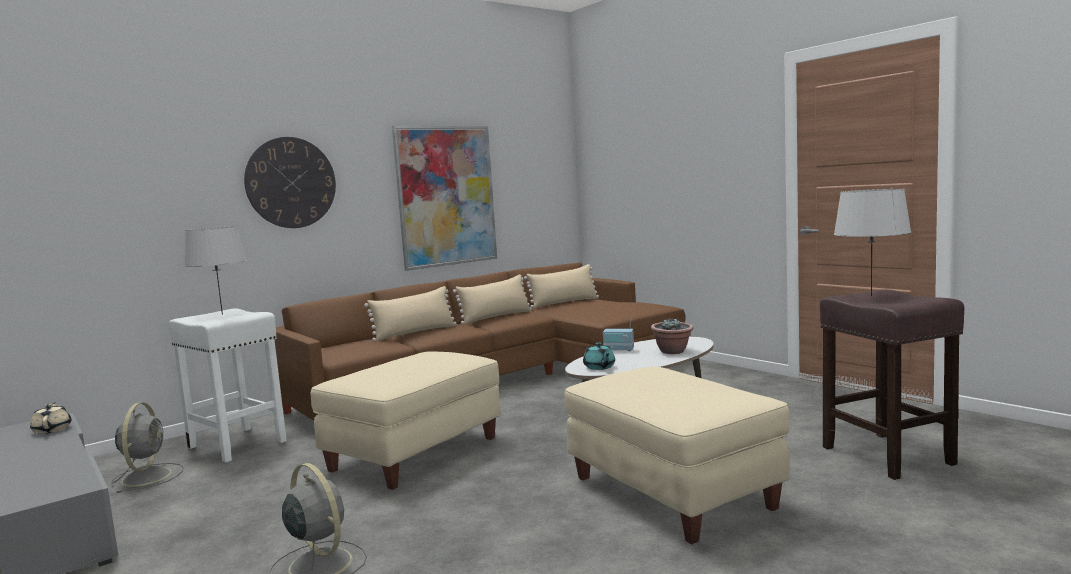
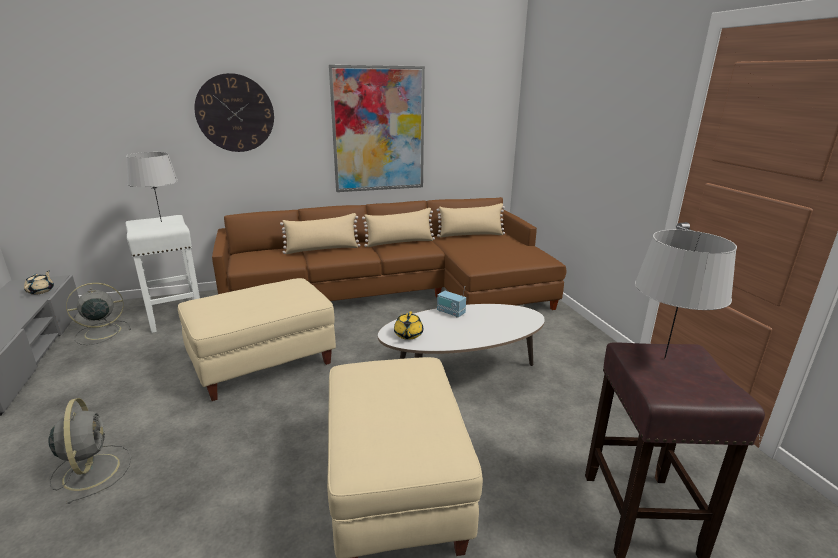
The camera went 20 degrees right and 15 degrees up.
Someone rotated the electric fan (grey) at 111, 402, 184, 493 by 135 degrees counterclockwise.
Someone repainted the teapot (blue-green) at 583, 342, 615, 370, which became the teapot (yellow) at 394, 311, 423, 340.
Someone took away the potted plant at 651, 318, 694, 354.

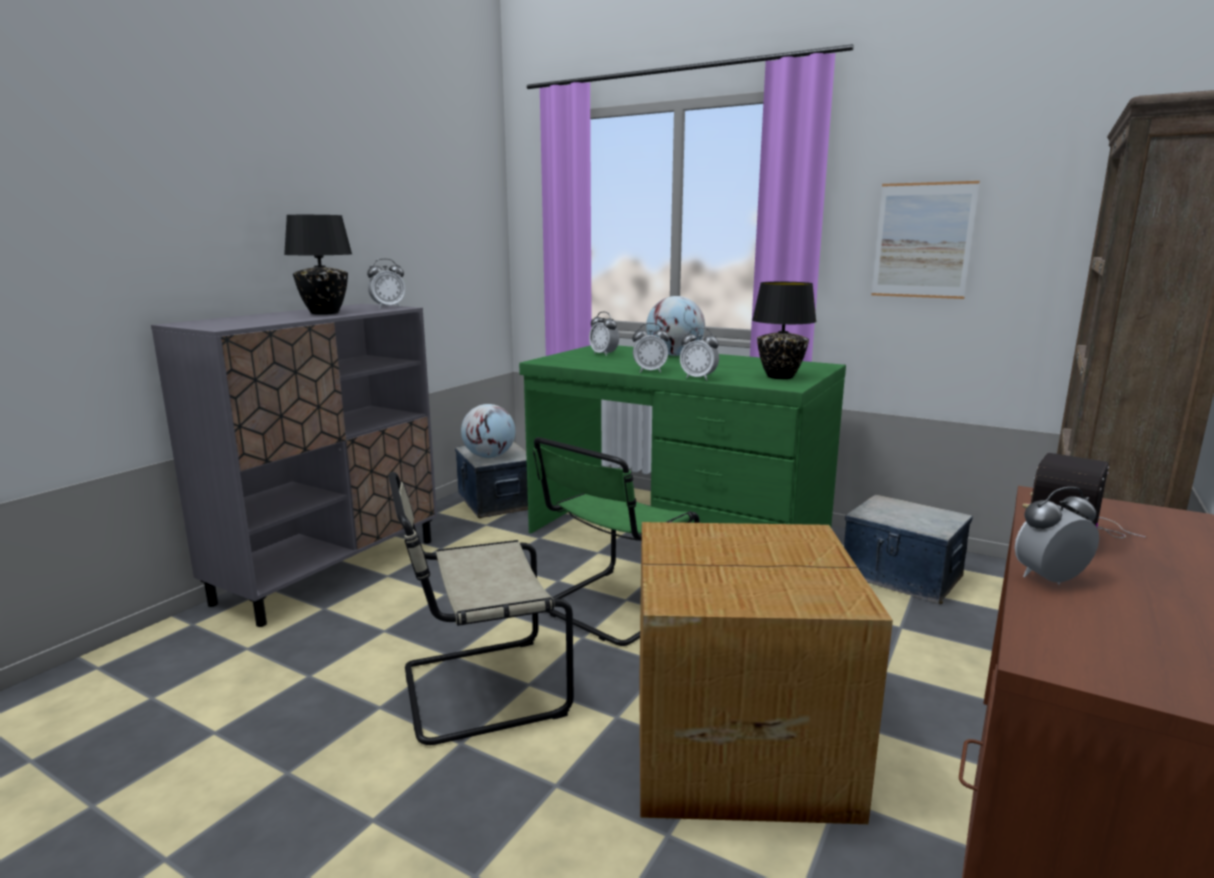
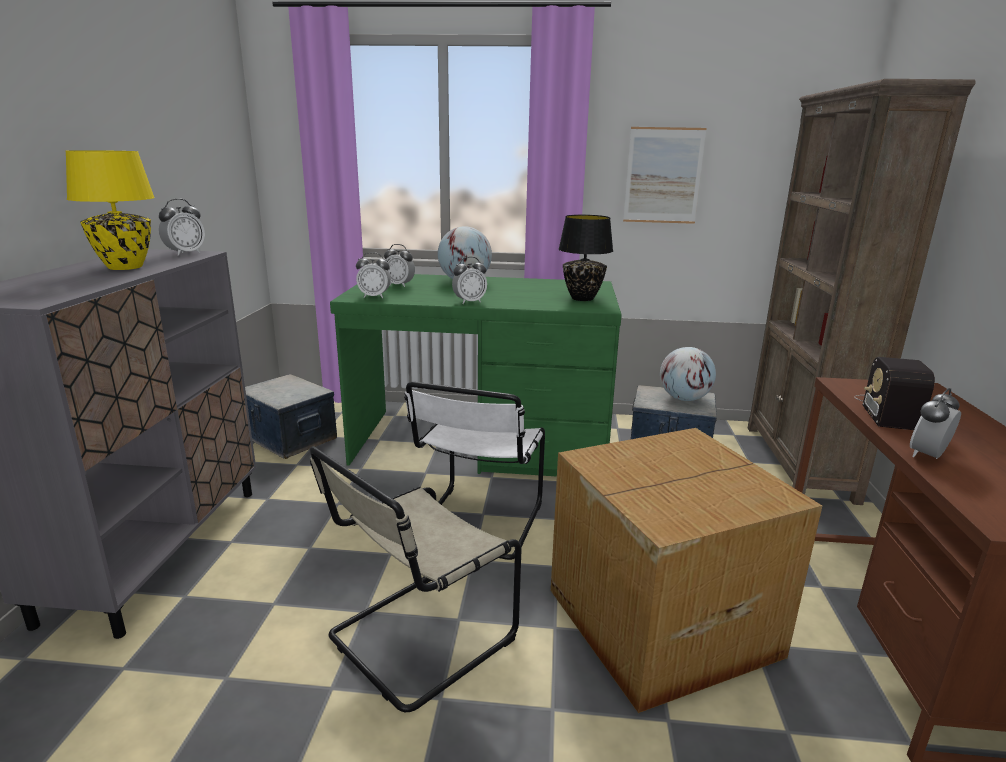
The camera went 25 degrees left and 5 degrees up.
Someone repainted the table lamp (blackish) at 284, 215, 352, 315, which became the table lamp (yellow) at 66, 150, 155, 270.
Someone carried the table clock from 680, 327, 719, 380 to 356, 252, 391, 298.
Someone repainted the plain chair (green) at 533, 437, 700, 646, which became the plain chair (whitish) at 404, 382, 545, 560.
Someone carried the desk globe from 461, 404, 515, 458 to 660, 347, 716, 401.

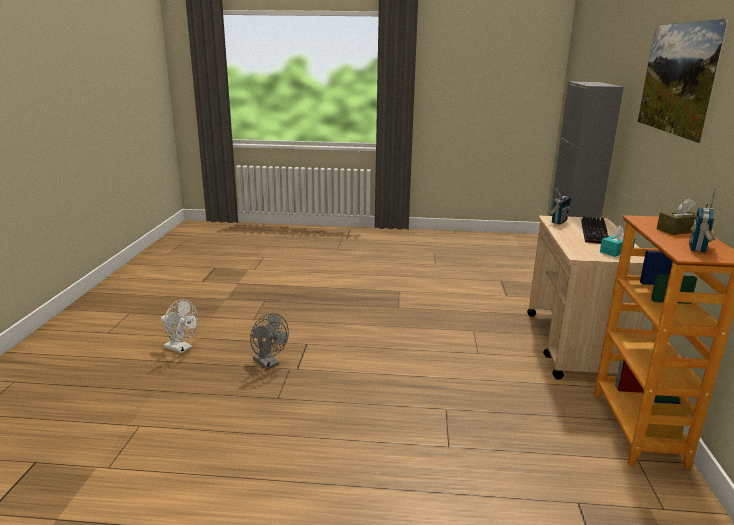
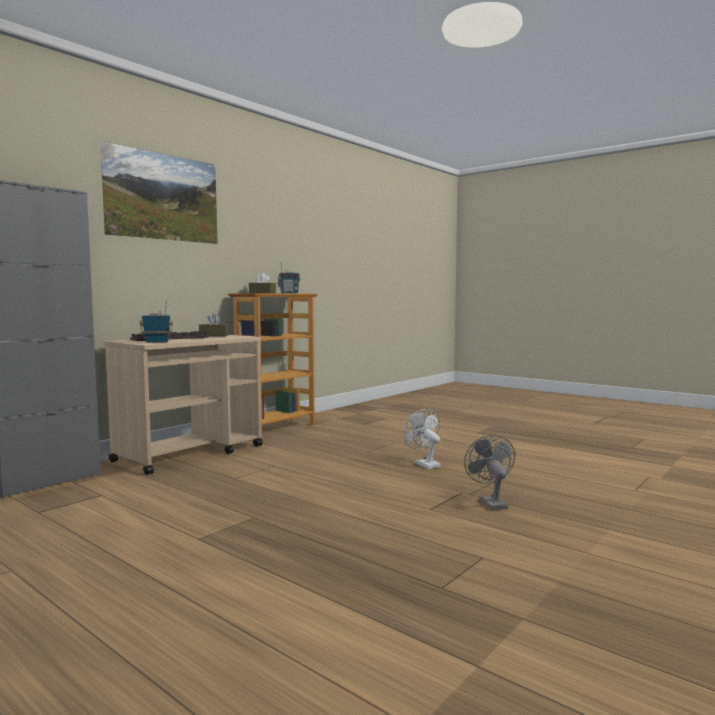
The camera went 145 degrees left and 15 degrees down.
Someone repainted the box of tissues (blue-green) at 600, 225, 635, 257, which became the box of tissues (brown-coloured) at 199, 313, 229, 336.
Someone carried the electric fan (whitish) from 161, 299, 198, 354 to 403, 409, 440, 469.

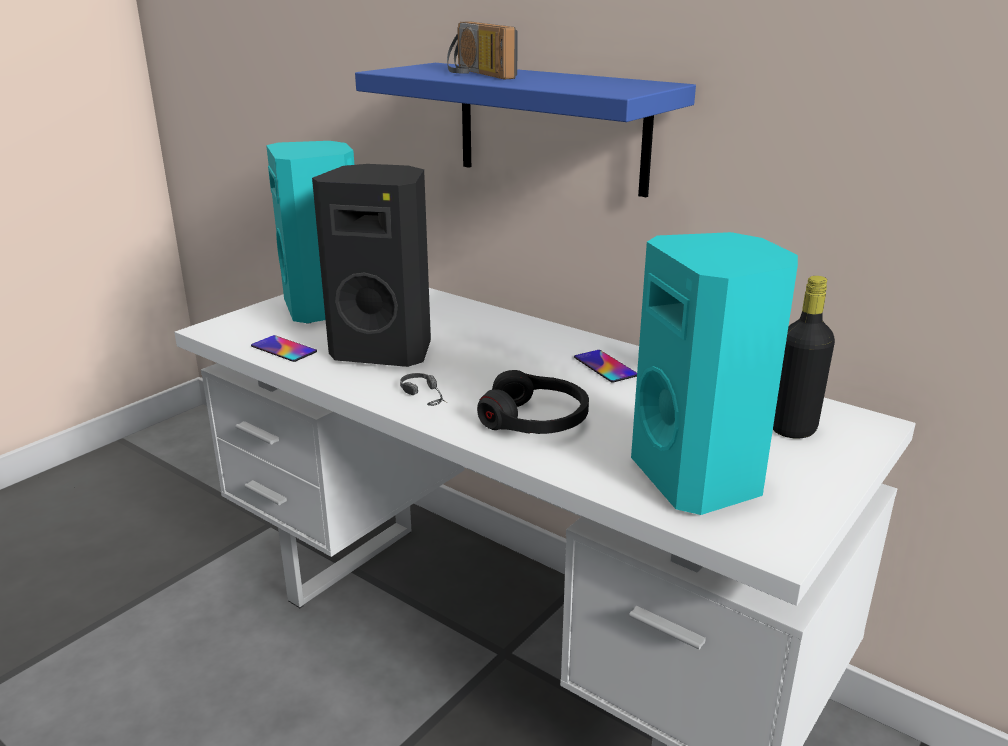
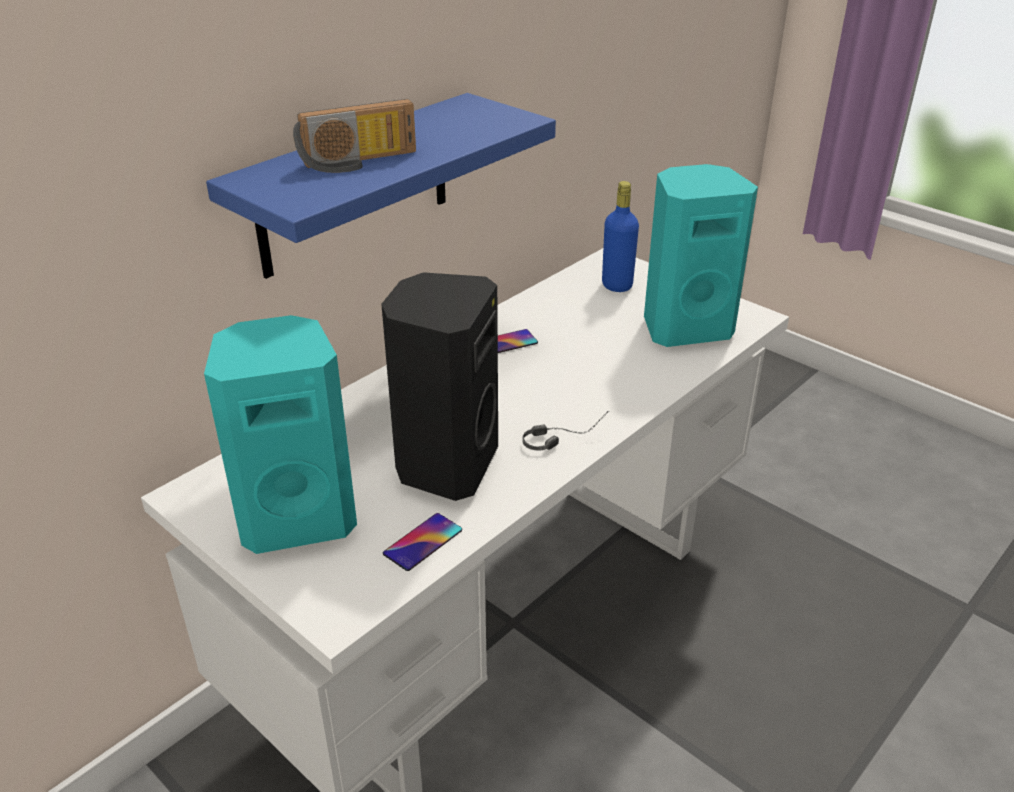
The camera went 85 degrees left and 10 degrees up.
Someone repainted the drink bottle (blackish) at 773, 276, 835, 439, which became the drink bottle (blue) at 602, 181, 639, 292.
Someone took away the headphones (blackish) at 477, 370, 589, 434.

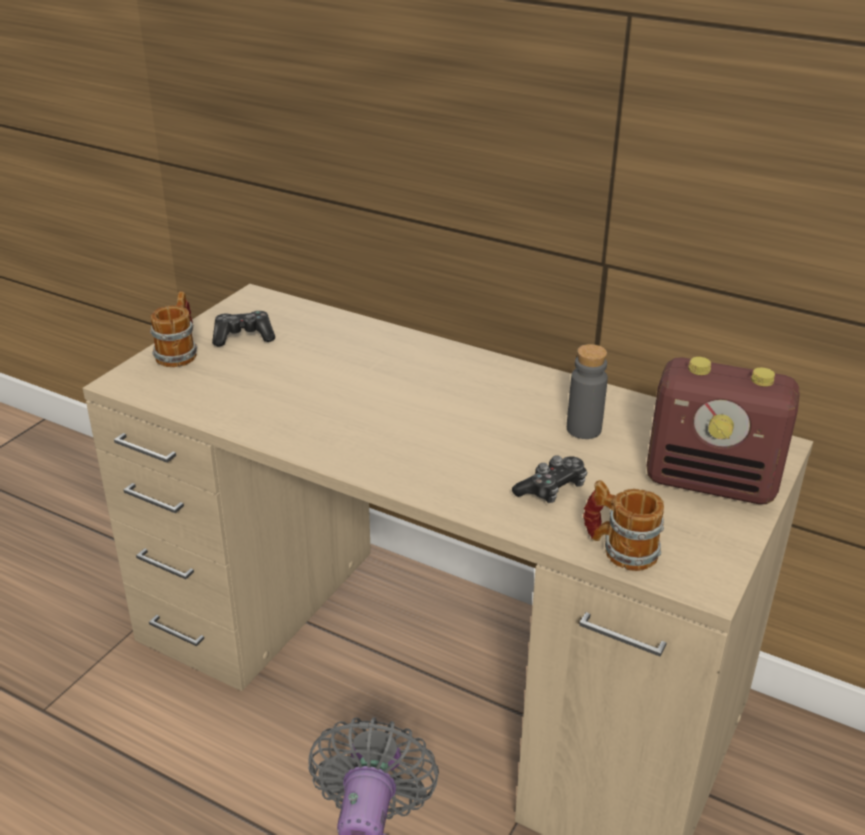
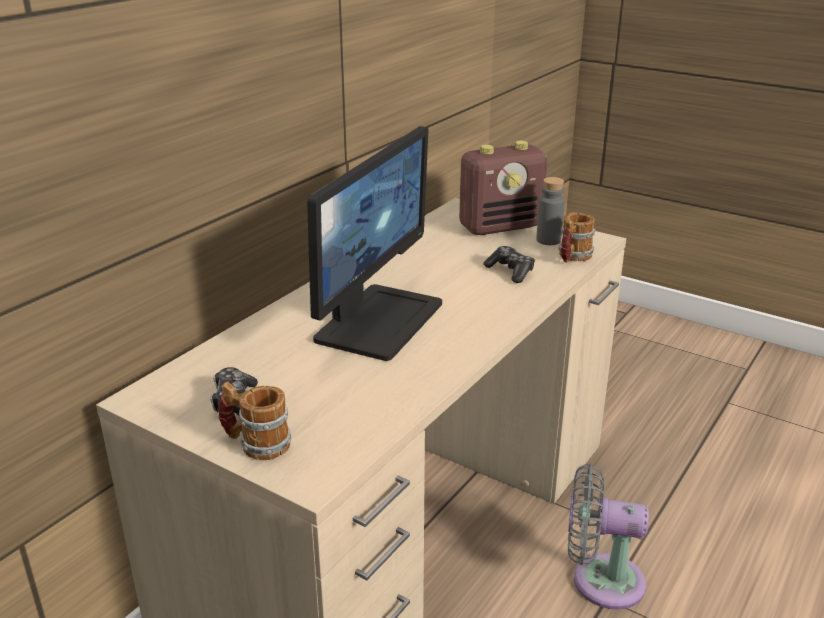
The camera went 85 degrees left and 5 degrees down.
Someone put down the monitor at 307, 126, 442, 361.
Someone rotated the radio receiver at 646, 357, 800, 504 by 45 degrees clockwise.
Someone carried the drink bottle (grey) from 567, 344, 608, 439 to 536, 177, 565, 245.

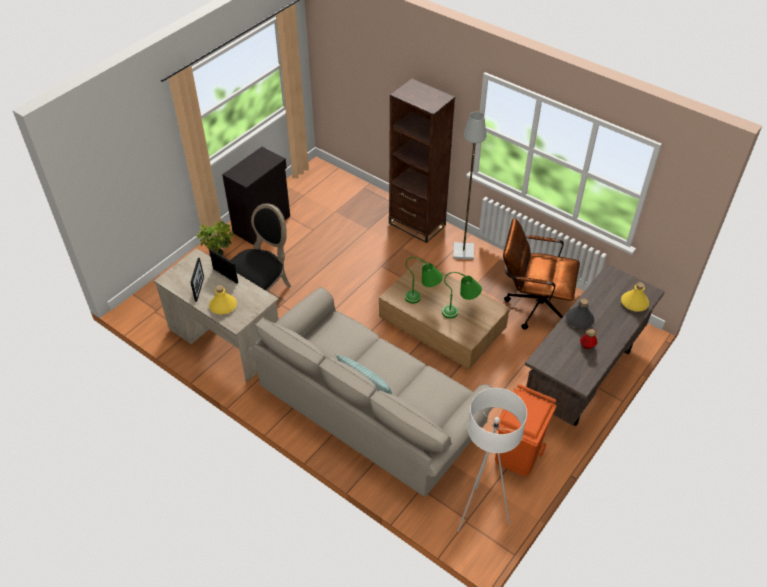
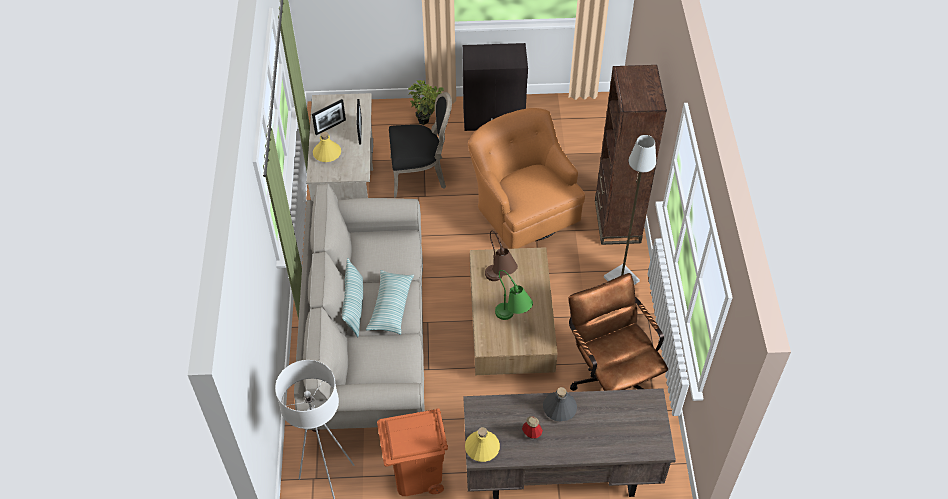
The camera went 50 degrees right and 5 degrees up.
Someone put down the cushion at 366, 270, 414, 335.
Someone carried the drink bottle (yellow) from 621, 282, 649, 312 to 465, 427, 500, 462.
Someone put down the armchair (orangey) at 468, 108, 585, 249.
Someone repainted the table lamp (green) at 405, 257, 443, 304, which became the table lamp (brown-coloured) at 485, 231, 518, 281.

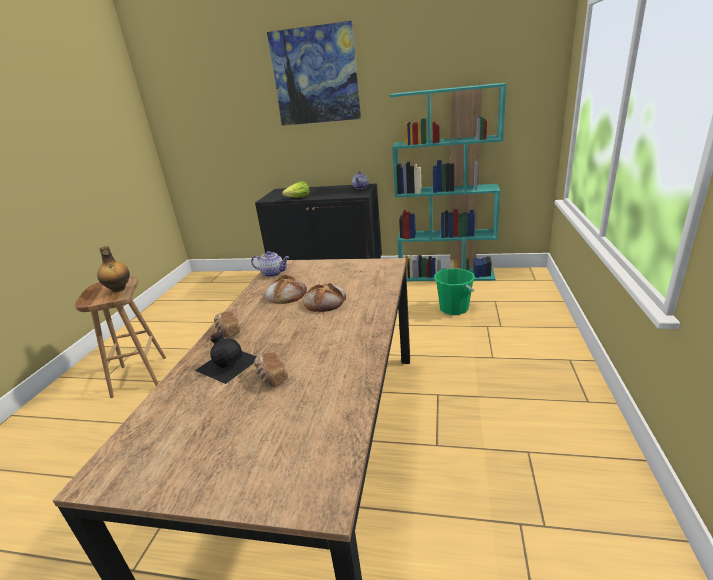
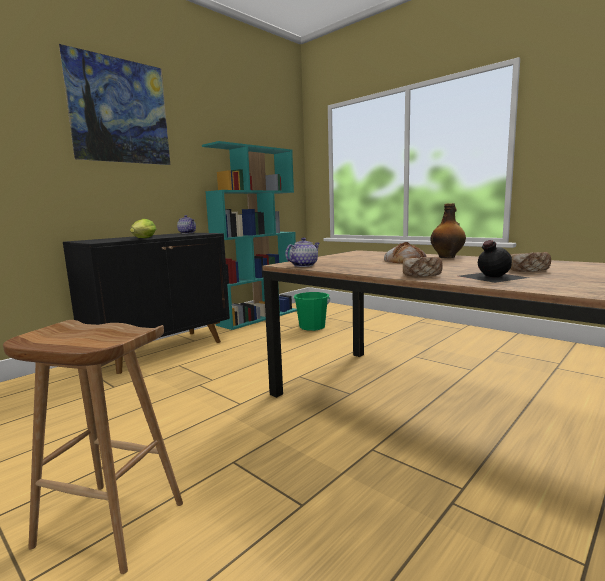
The camera went 60 degrees left and 15 degrees down.
Someone carried the drink bottle from 97, 246, 130, 292 to 430, 203, 466, 258.
Someone took away the bakery bread at 266, 275, 307, 304.

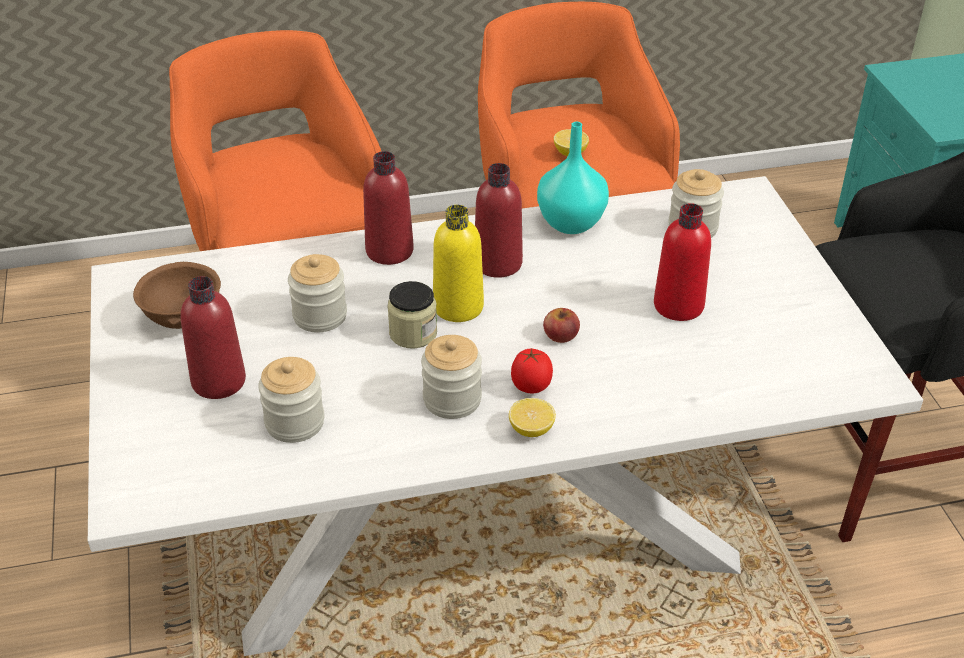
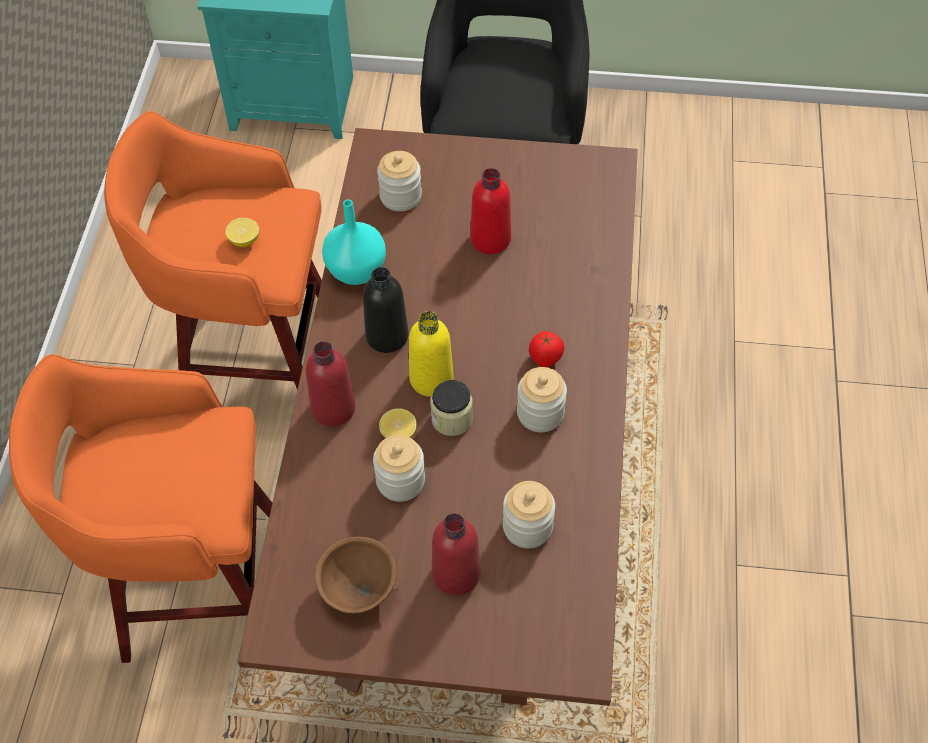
The camera went 70 degrees left and 15 degrees up.
Someone repainted the dining table (whitish) at 88, 176, 923, 656, which became the dining table (brown-coloured) at 238, 128, 638, 706.
Someone repainted the drink bottle (red-coloured) at 475, 163, 523, 278, which became the drink bottle (blackish) at 363, 267, 409, 353.
Someone carried the lemon from 509, 398, 556, 437 to 379, 408, 417, 439.
Someone took away the apple fruit at 543, 308, 580, 343.

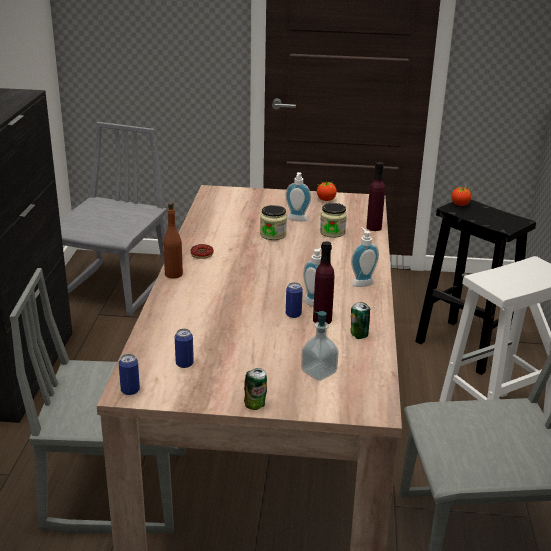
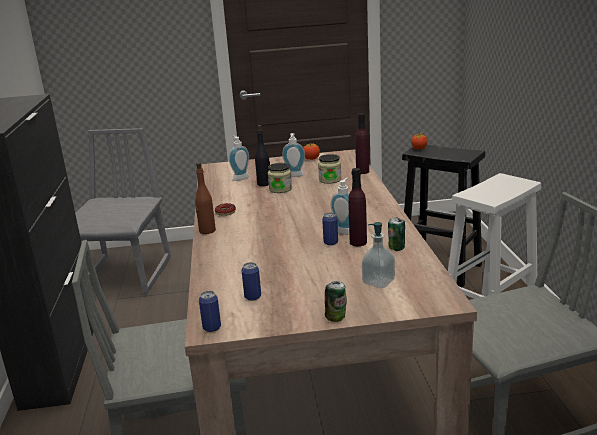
The camera went 10 degrees left and 5 degrees down.
Someone carried the soap bottle from 351, 228, 379, 287 to 229, 136, 249, 181.
Someone put down the drink bottle (blackish) at 255, 125, 270, 186.

